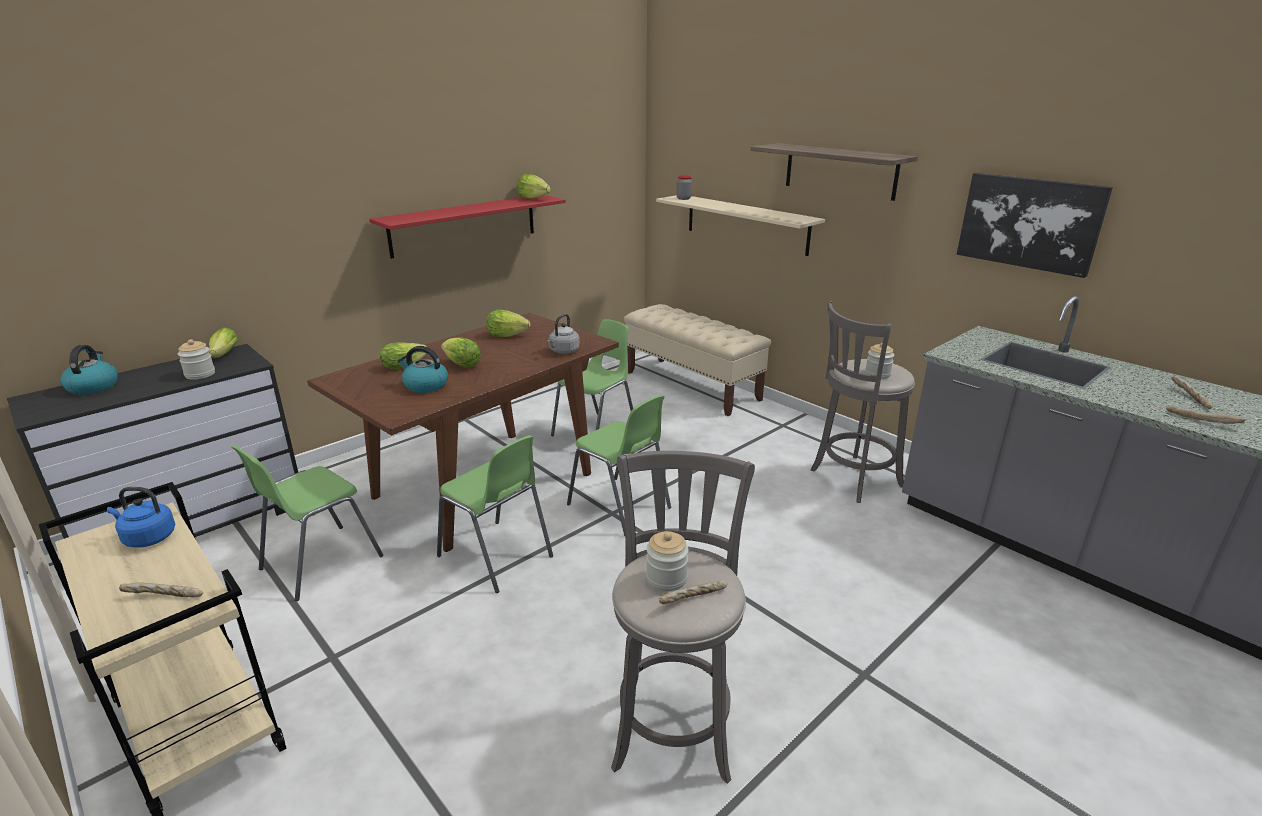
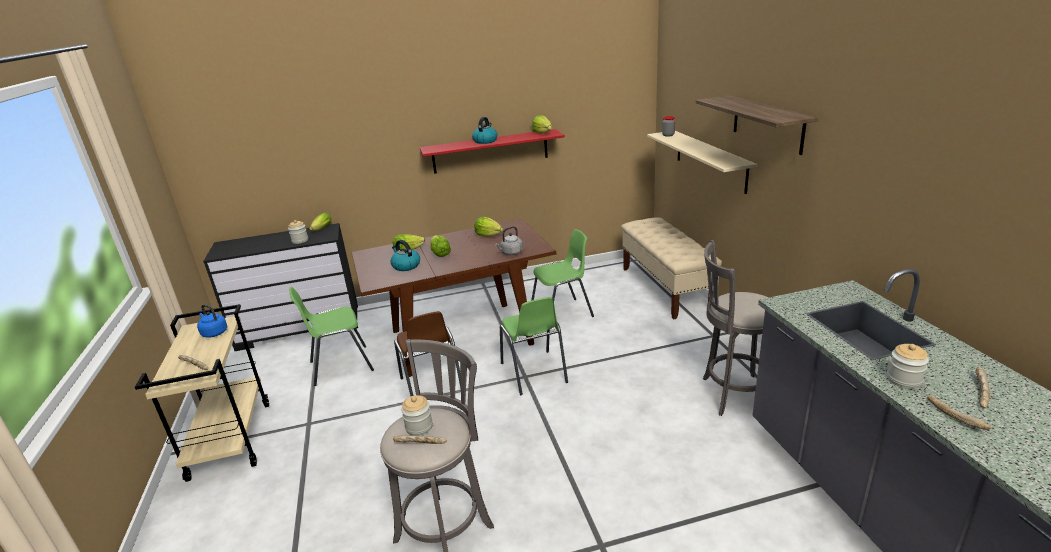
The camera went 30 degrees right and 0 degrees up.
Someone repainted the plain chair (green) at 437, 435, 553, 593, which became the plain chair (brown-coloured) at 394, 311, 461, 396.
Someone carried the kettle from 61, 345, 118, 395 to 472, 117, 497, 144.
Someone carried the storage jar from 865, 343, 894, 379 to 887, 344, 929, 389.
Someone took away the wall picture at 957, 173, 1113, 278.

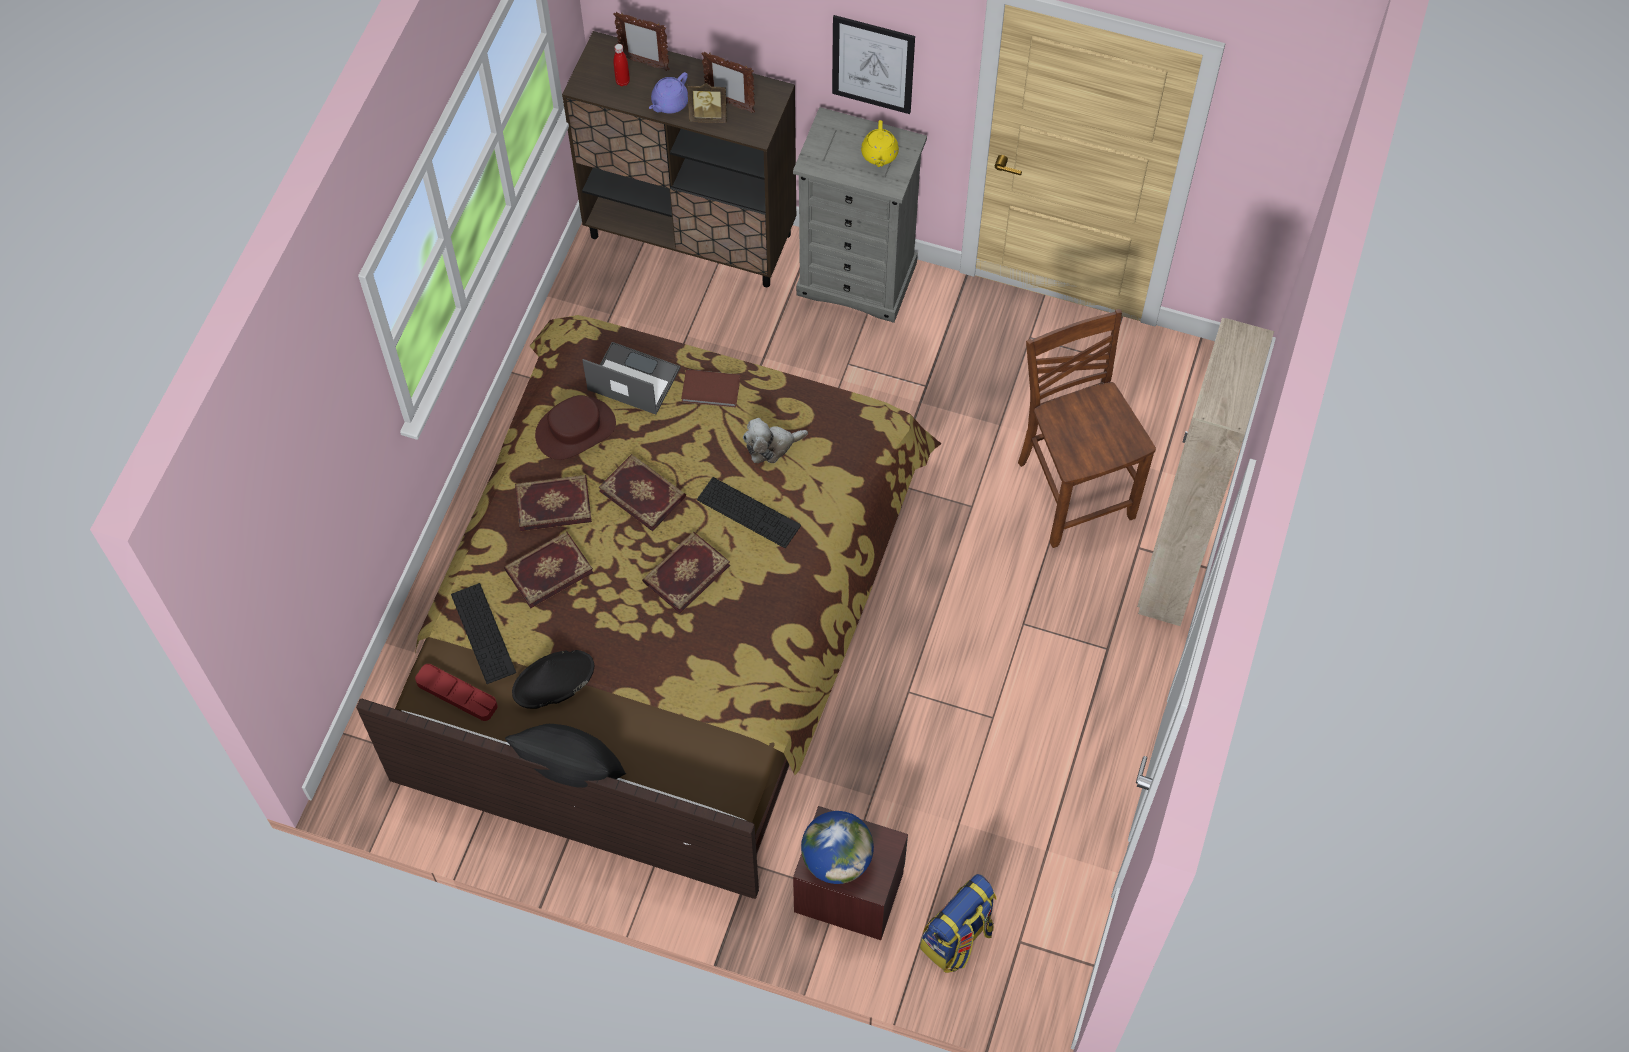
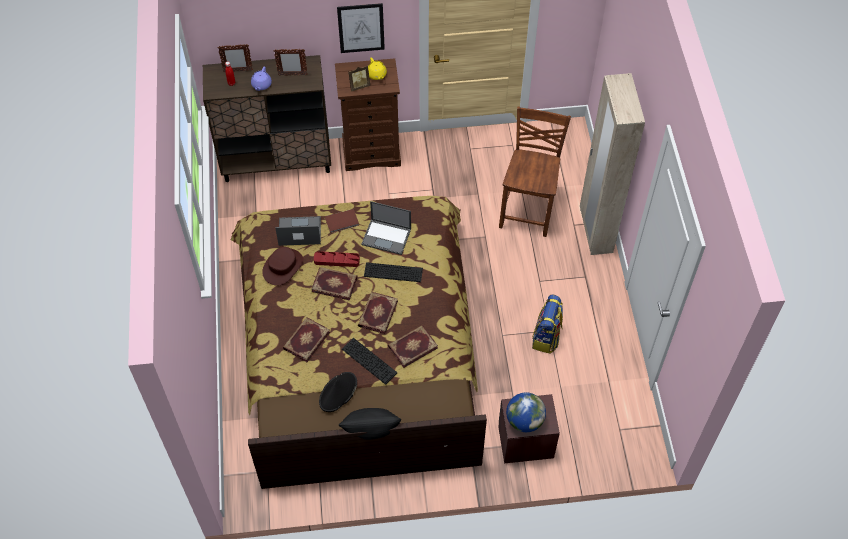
The camera went 25 degrees left and 5 degrees down.
Someone carried the serving tray (red-coloured) from 415, 664, 497, 721 to 314, 251, 360, 267.
Someone repainted the dresser (grey) at 793, 107, 927, 323, which became the dresser (brown-coloured) at 335, 58, 401, 171.
Someone carried the PC keyboard from 451, 583, 516, 684 to 342, 338, 397, 385.
Someone carried the photo frame from 687, 83, 727, 123 to 348, 65, 370, 92.
Someone swapped the soft toy at 743, 418, 808, 463 for the portable computer at 361, 201, 411, 255.
Someone carried the book from 515, 475, 592, 531 to 388, 325, 438, 368.
Someone rotated the plain chair (brown-coloured) at 1018, 309, 1156, 548 by 60 degrees clockwise.
Someone carried the backpack from 920, 874, 997, 973 to 532, 294, 563, 354.

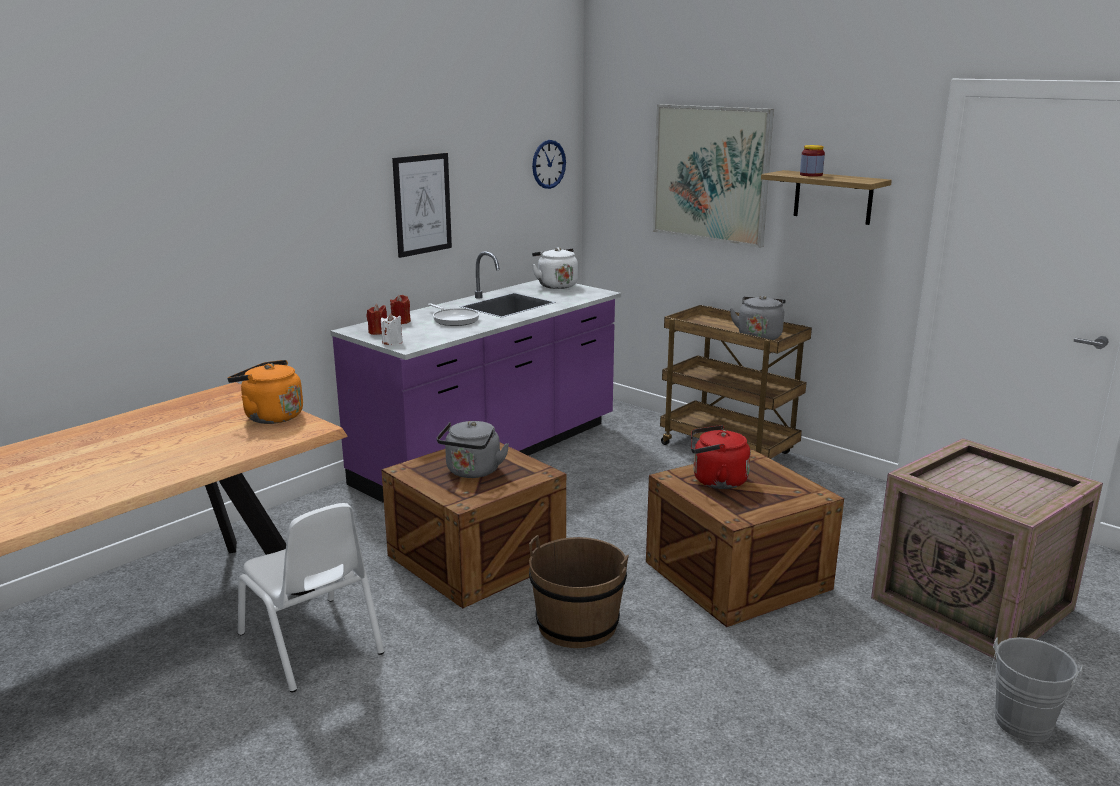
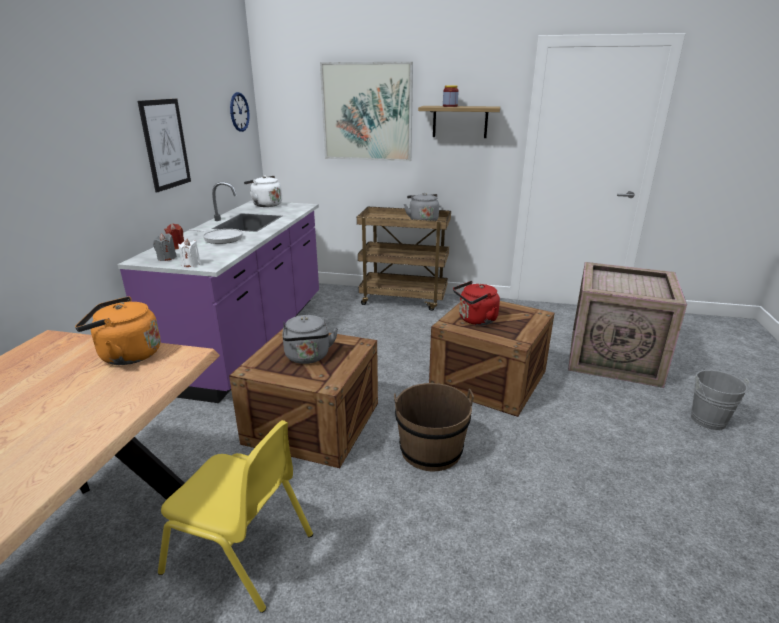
The camera went 30 degrees left and 5 degrees up.
Someone repainted the wax light (red-coloured) at 367, 304, 387, 335, which became the wax light (grey) at 153, 234, 177, 261.
Someone repainted the plain chair (whitish) at 238, 503, 384, 692, which became the plain chair (yellow) at 158, 420, 313, 613.

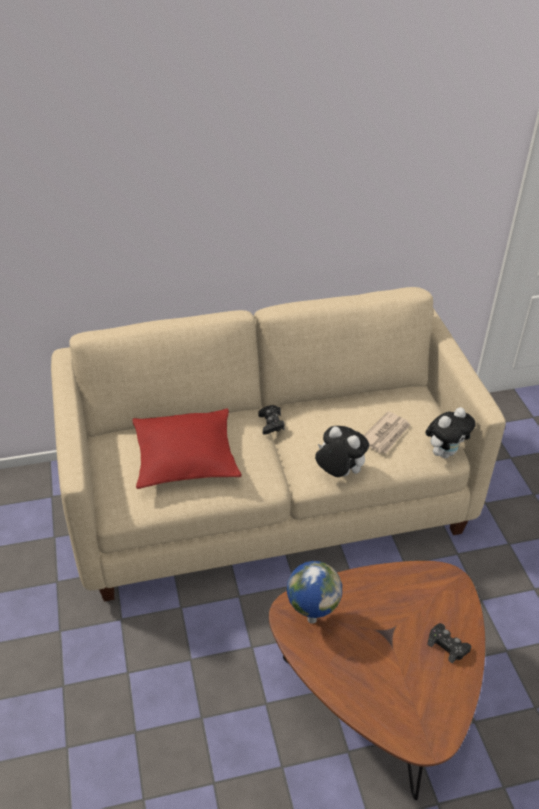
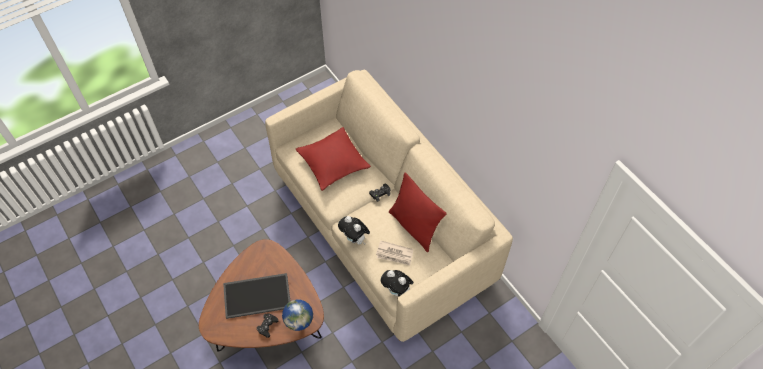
The camera went 70 degrees right and 15 degrees up.
Someone put down the serving tray at 223, 273, 290, 319.
Someone carried the desk globe from 287, 561, 342, 624 to 282, 300, 313, 331.
Someone rotated the soft toy at 315, 426, 369, 477 by 120 degrees clockwise.
Someone put down the cushion (red-coloured) at 389, 172, 447, 252.

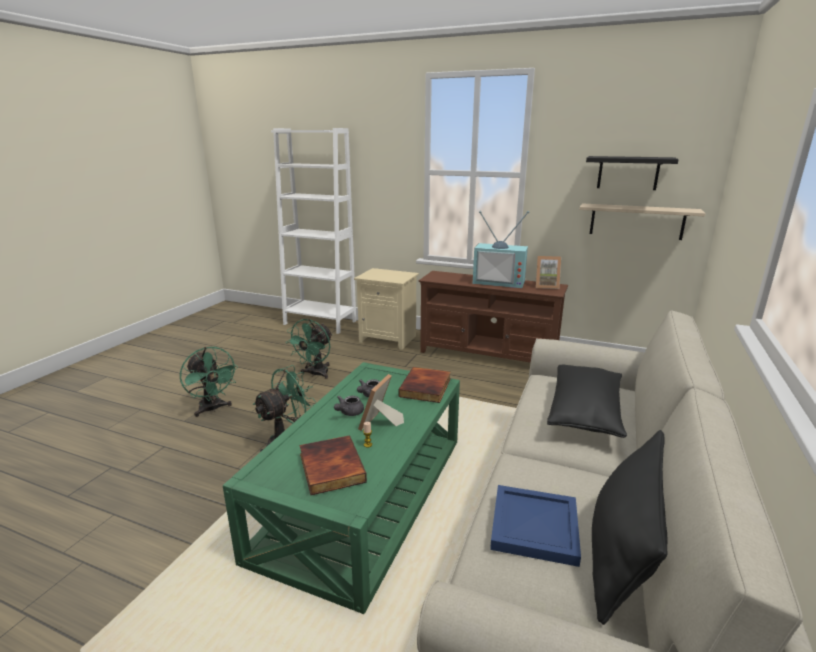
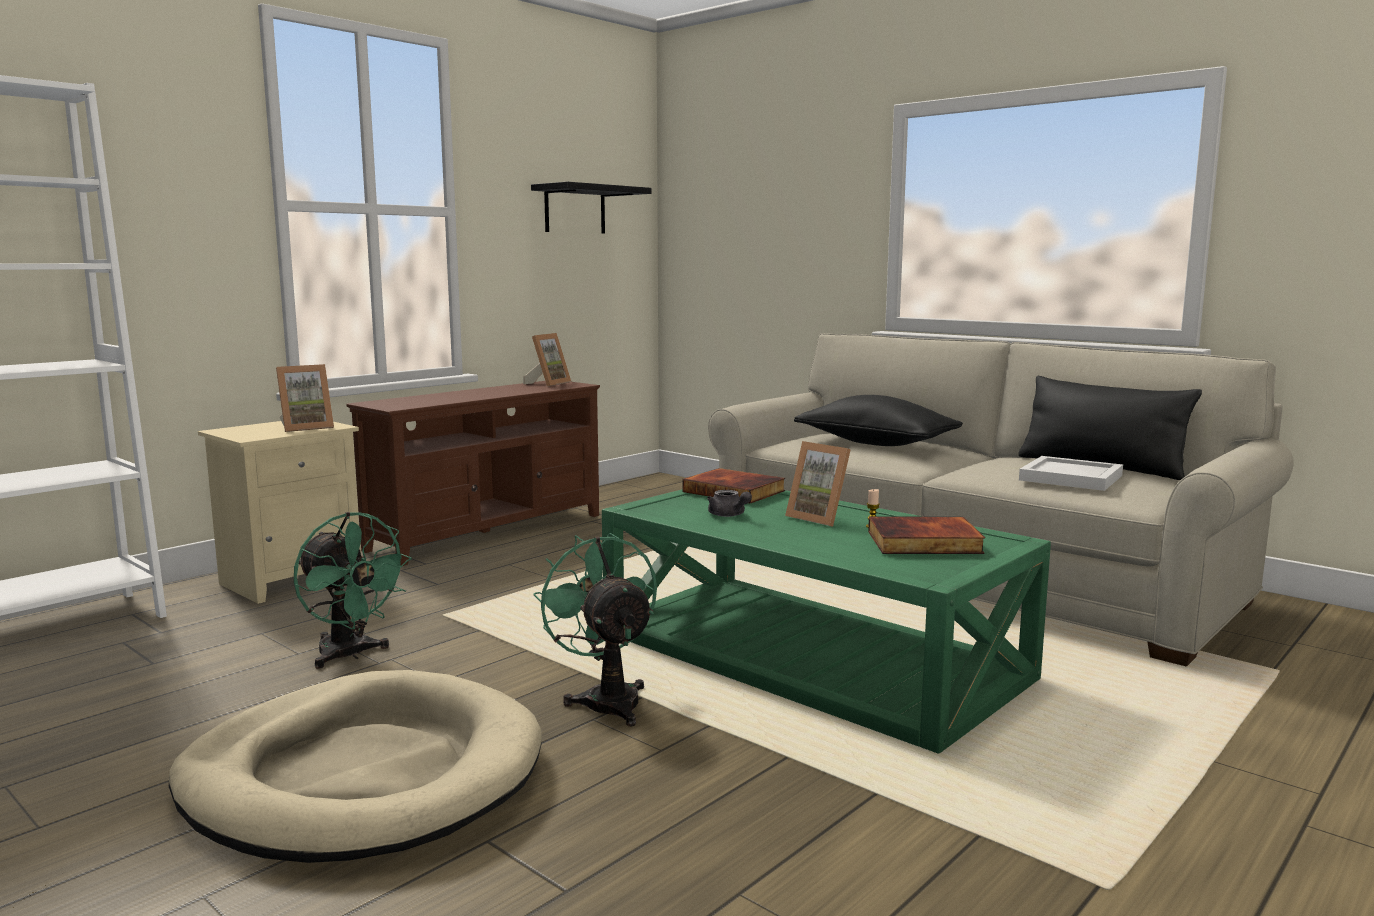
The camera went 70 degrees left and 10 degrees down.
Someone swapped the electric fan (green) at 180, 347, 238, 417 for the dog bed (sand-coloured) at 169, 670, 542, 863.
Someone put down the photo frame at 276, 364, 334, 432.
Someone repainted the serving tray (blue) at 490, 485, 581, 567, which became the serving tray (whitish) at 1019, 456, 1123, 491.
Someone took away the teapot (grey) at 334, 396, 364, 416.
Someone took away the TV set at 473, 211, 529, 288.
Someone took away the bracket shelf (sand-coloured) at 579, 203, 706, 240.

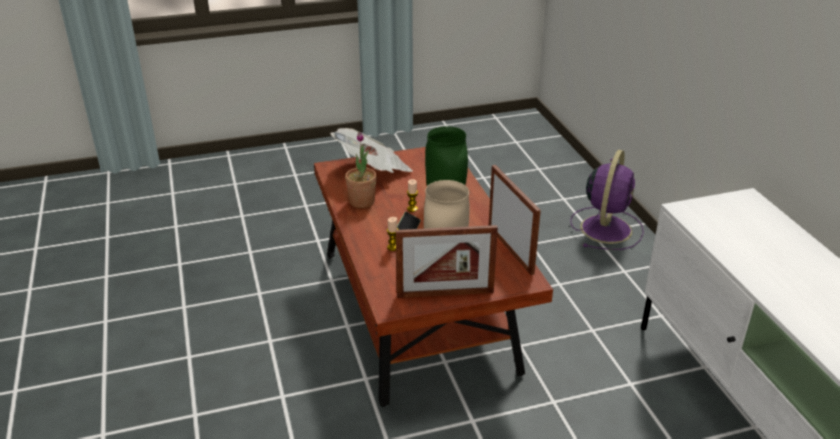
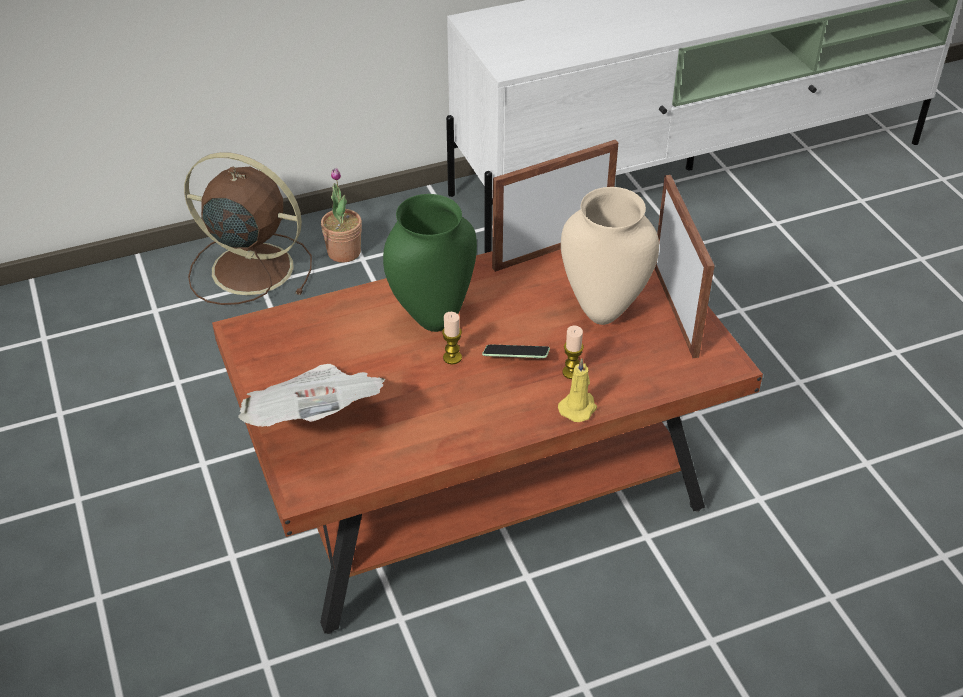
The camera went 95 degrees left and 10 degrees up.
Someone repainted the electric fan (purplish) at 570, 150, 644, 250, which became the electric fan (brown-coloured) at 184, 152, 312, 305.
Someone carried the potted plant from 345, 132, 377, 208 to 321, 168, 362, 263.
Someone put down the wax light (yellow) at 558, 358, 597, 422.

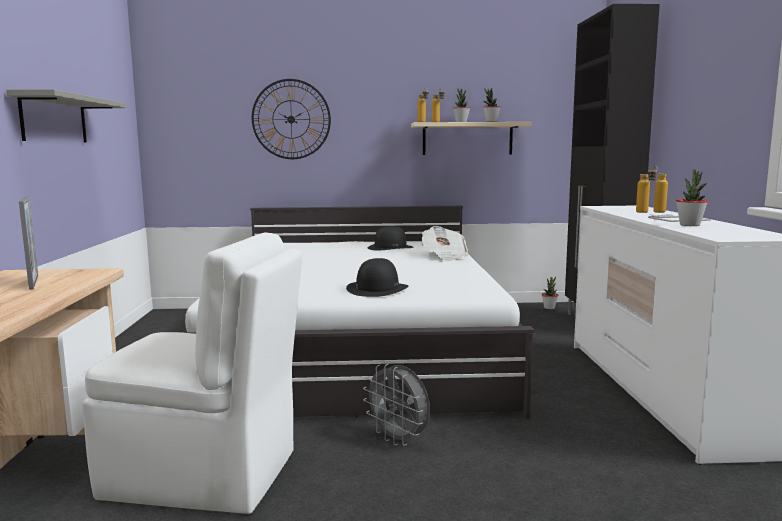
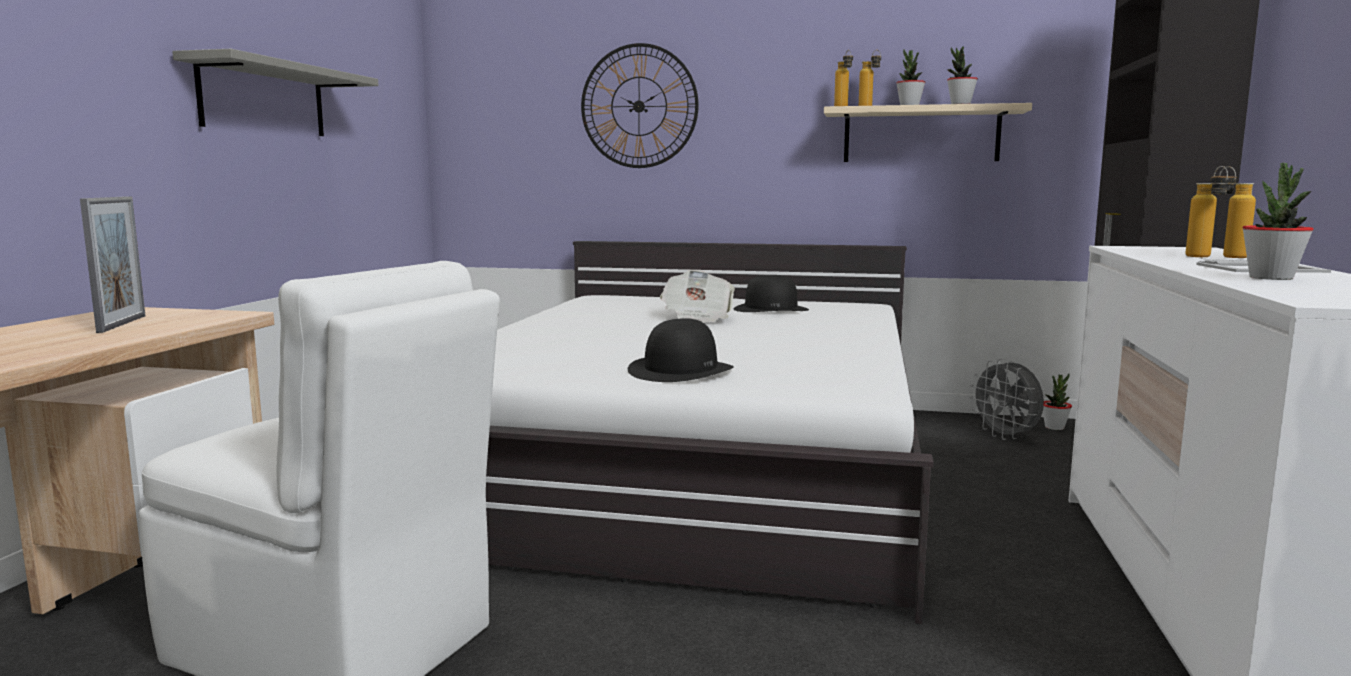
The camera went 15 degrees right and 0 degrees up.
Someone carried the printed paper from 421, 226, 468, 261 to 660, 270, 735, 323.
Someone carried the electric fan (grey) from 363, 364, 430, 446 to 969, 359, 1044, 440.

